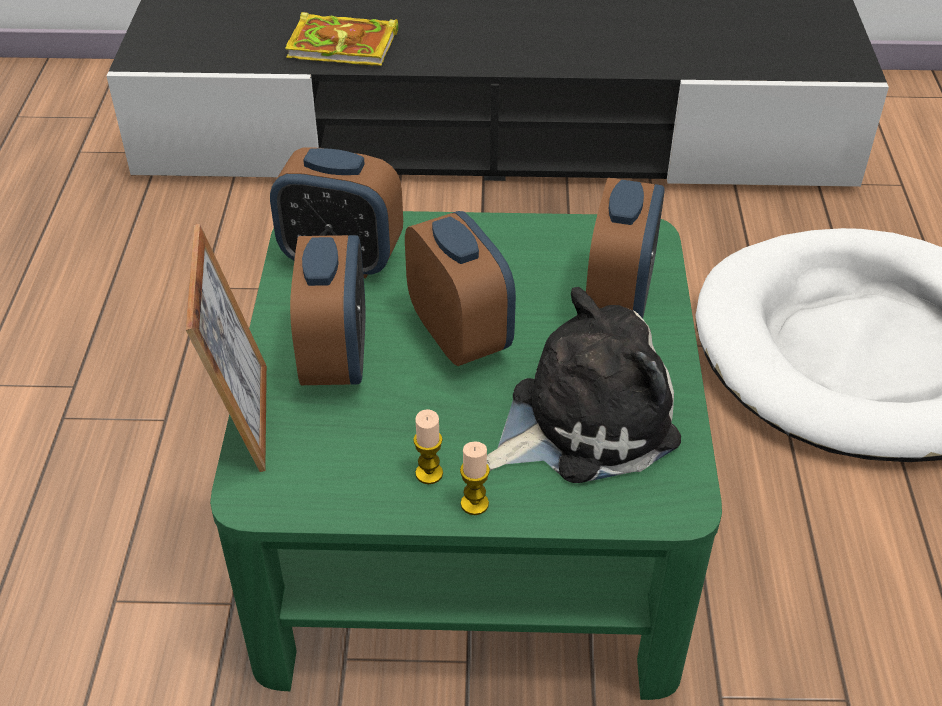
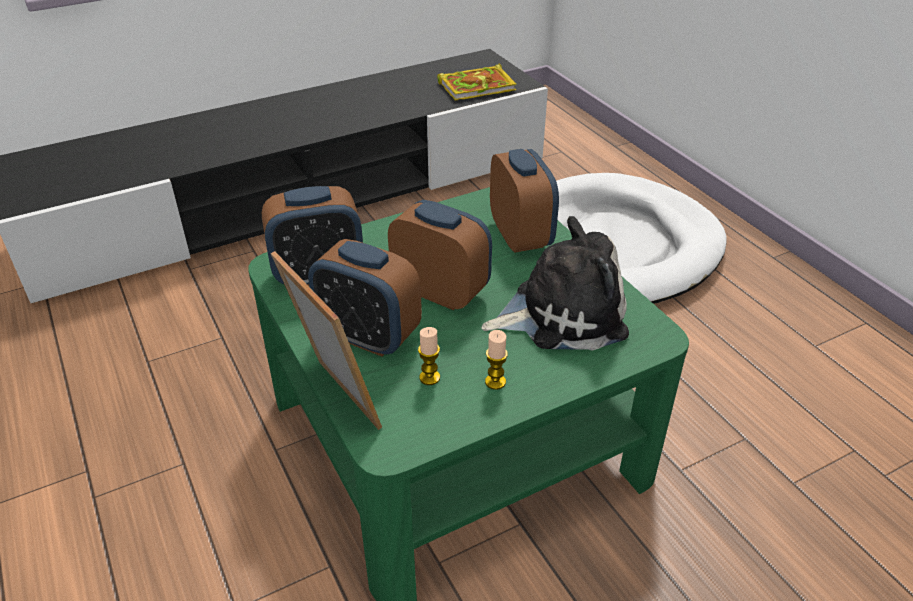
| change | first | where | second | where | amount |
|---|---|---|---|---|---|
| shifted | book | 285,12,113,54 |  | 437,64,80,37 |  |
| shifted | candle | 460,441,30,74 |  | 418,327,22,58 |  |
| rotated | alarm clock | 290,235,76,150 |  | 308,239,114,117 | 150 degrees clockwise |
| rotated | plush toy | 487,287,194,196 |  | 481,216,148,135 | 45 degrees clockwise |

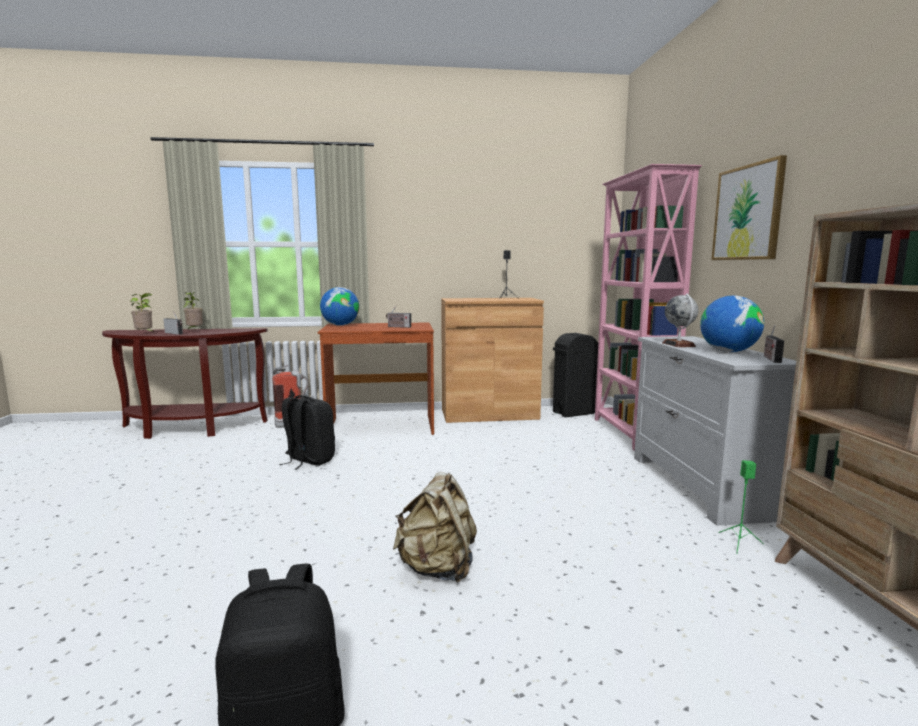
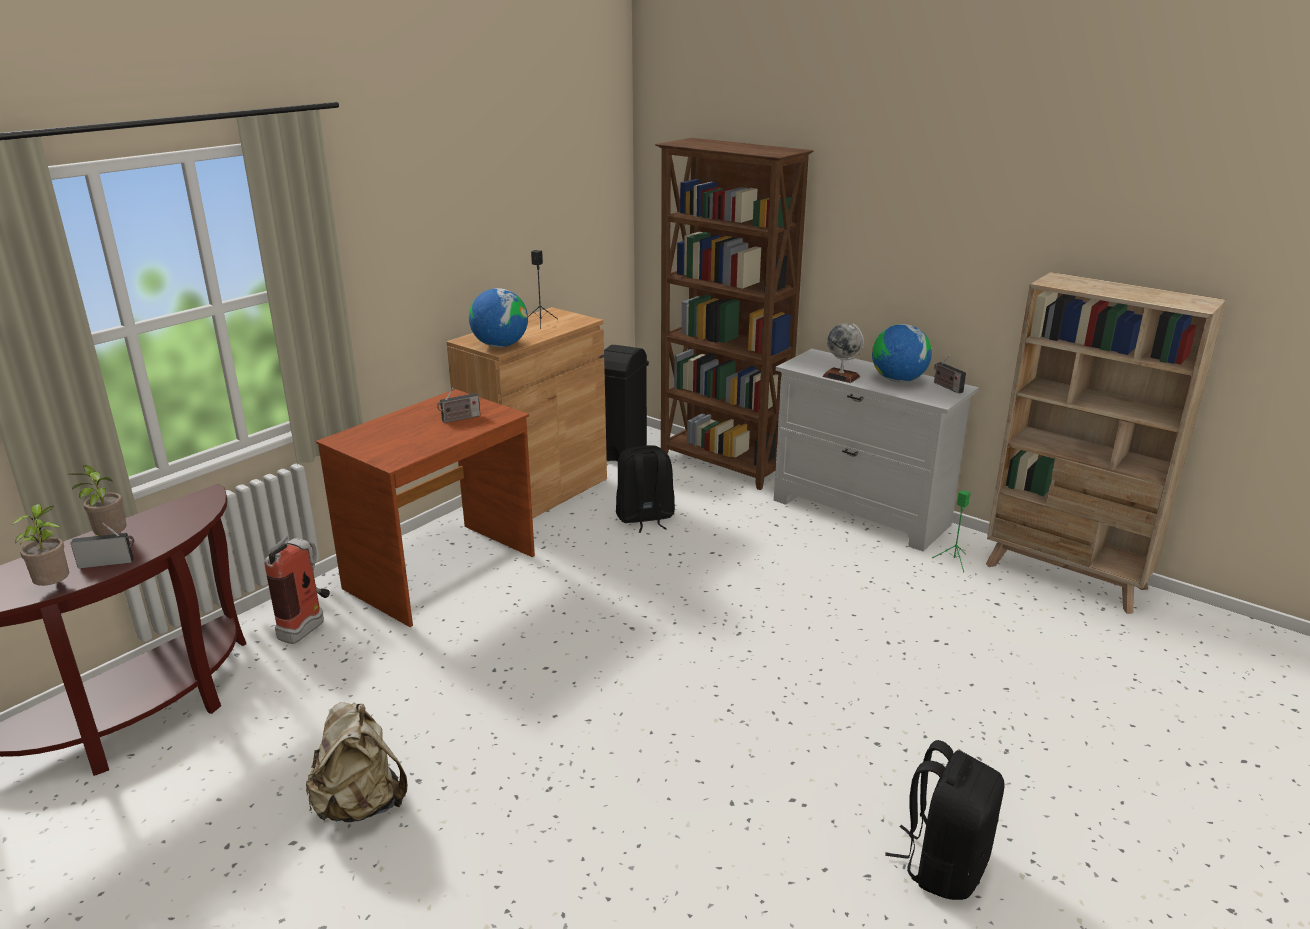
| change | first | where | second | where | amount |
|---|---|---|---|---|---|
| gone | picture | 712,155,75,105 |  |  |  |
| shifted | black backpack | 279,395,56,75 |  | 616,445,59,88 |  |
| shifted | globe | 320,287,39,39 |  | 469,288,59,60 |  |
| shifted | beige backpack | 393,472,84,111 |  | 306,702,102,120 |  |
| repainted | pink bookcase | 595,164,107,287 | brown bookcase | 655,138,158,352 |  |

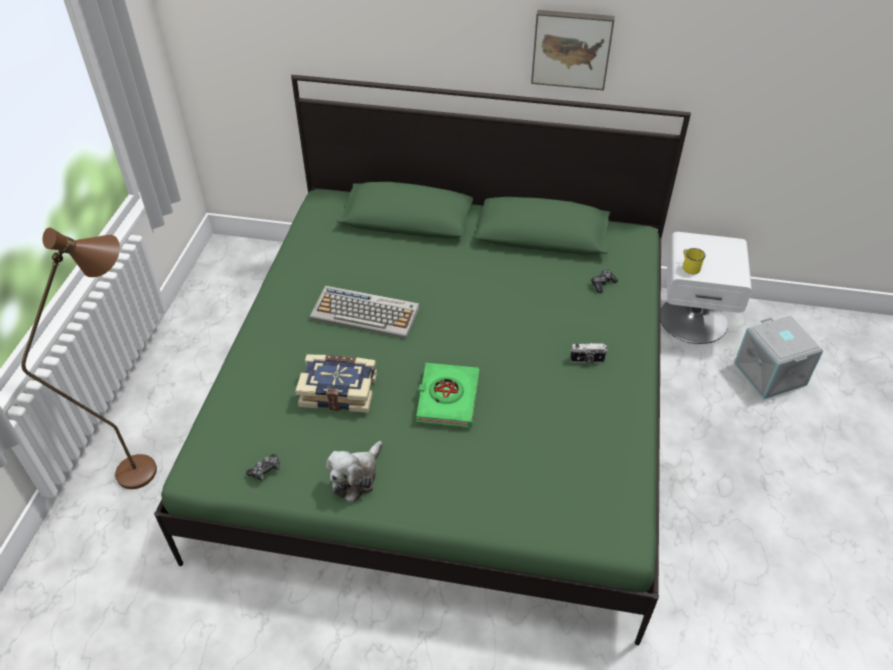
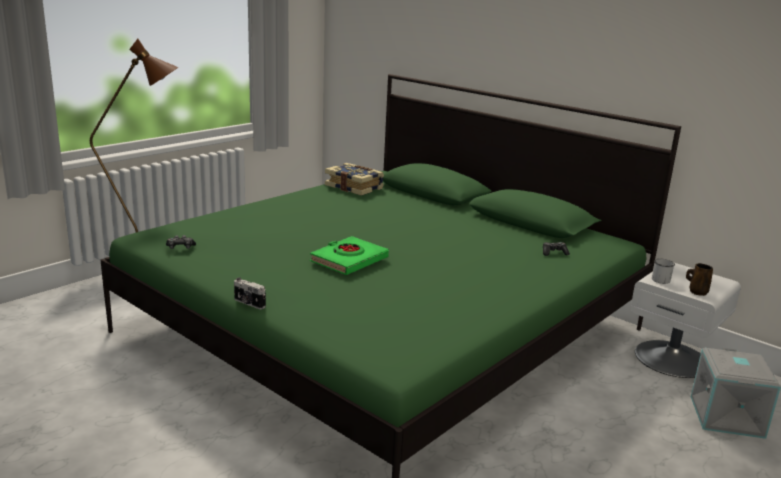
| change | first | where | second | where | amount |
|---|---|---|---|---|---|
| gone | keyboard | 310,285,110,54 |  |  |  |
| gone | plush toy | 326,441,57,62 |  |  |  |
| gone | picture | 531,10,84,80 |  |  |  |
| new |  |  | brown mug | 686,263,27,33 |  |
| shifted | book | 295,355,82,58 |  | 325,163,59,33 |  |
| shifted | photo camera | 570,343,37,21 |  | 234,277,32,32 |  |
| repainted | yellow mug | 683,248,23,26 | white mug | 652,259,23,25 |  |

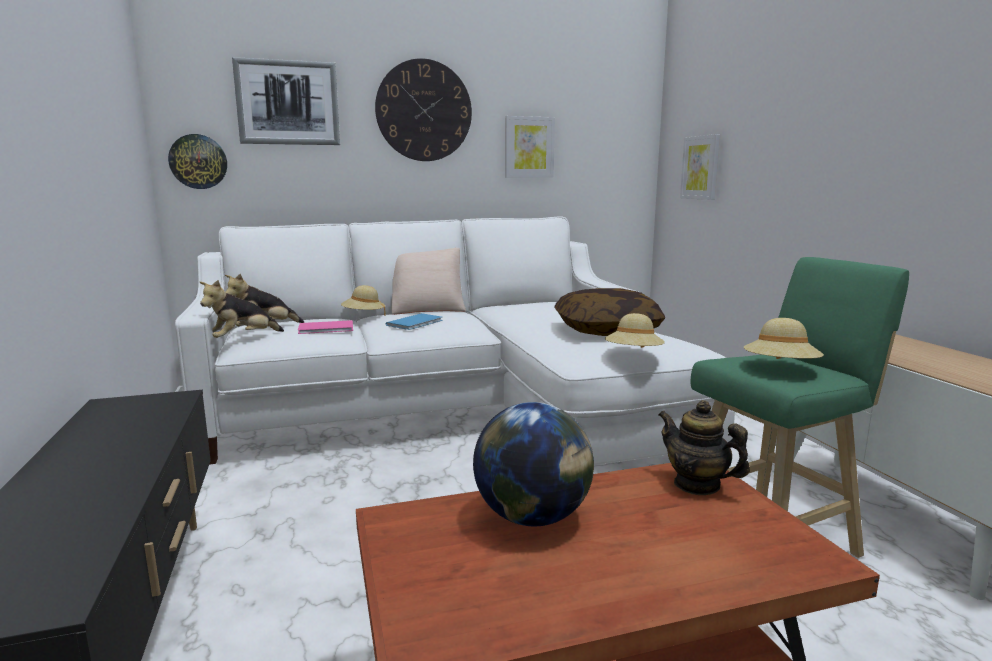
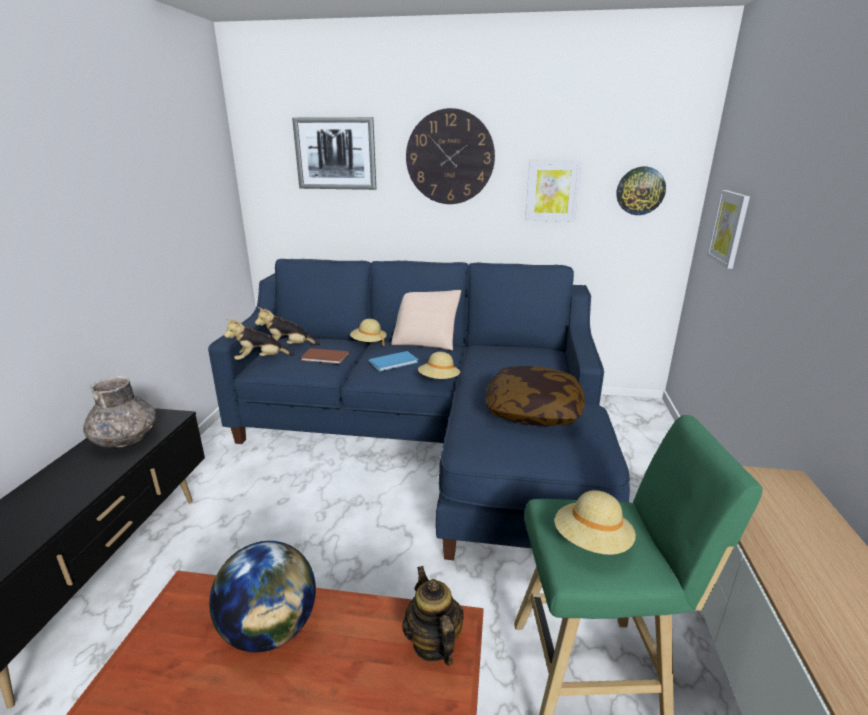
| change | first | where | second | where | amount |
|---|---|---|---|---|---|
| new |  |  | grey vase | 83,376,73,72 |  |
| shifted | wall clock | 168,134,59,55 |  | 616,167,50,48 |  |
| shifted | beige hat | 605,313,60,35 |  | 418,352,42,27 |  |
| repainted | white sofa | 175,216,560,249 | blue sofa | 208,259,422,301 |  |
| repainted | pink book | 298,320,55,14 | brown book | 300,348,49,16 |  |

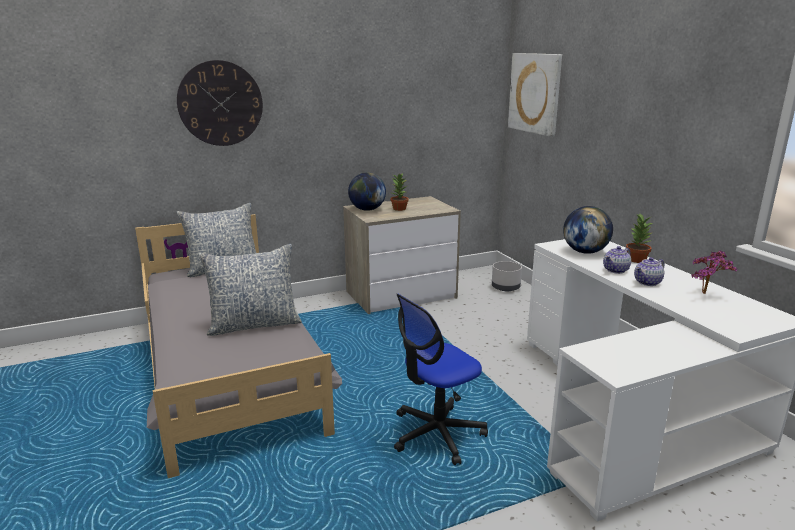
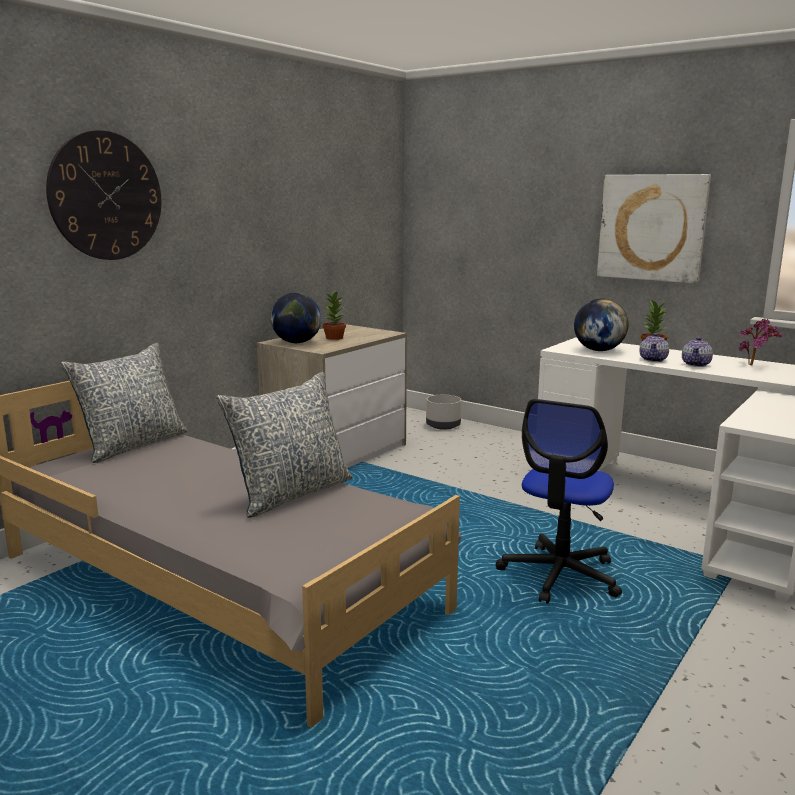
| change | first | where | second | where | amount |
|---|---|---|---|---|---|
| shifted | picture | 508,53,54,84 |  | 597,174,114,110 |  |

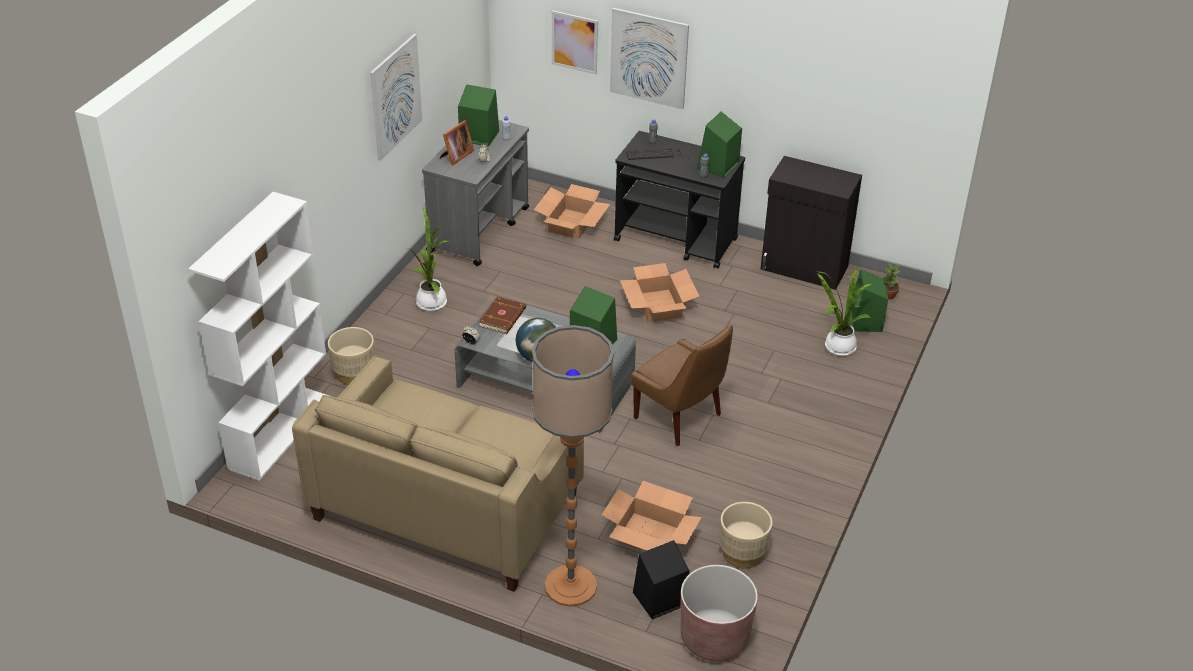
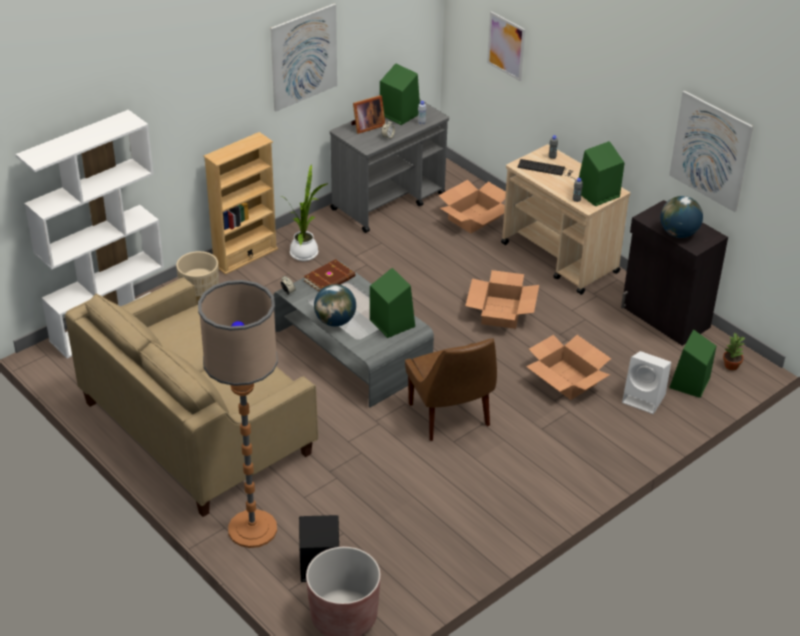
| change | first | where | second | where | amount |
|---|---|---|---|---|---|
| gone | beige planter | 719,502,54,67 |  |  |  |
| new |  |  | beige bookcase | 204,132,74,143 |  |
| new |  |  | globe | 660,196,43,42 |  |
| shifted | cardboard box | 602,481,100,70 |  | 526,335,85,65 |  |
| shifted | picture | 610,8,79,101 |  | 669,91,84,121 |  |
| swapped | potted plant | 817,269,54,87 | white speaker | 622,351,49,63 |  |
| repainted | black cart | 614,131,131,138 | beige cart | 501,144,129,151 |  |

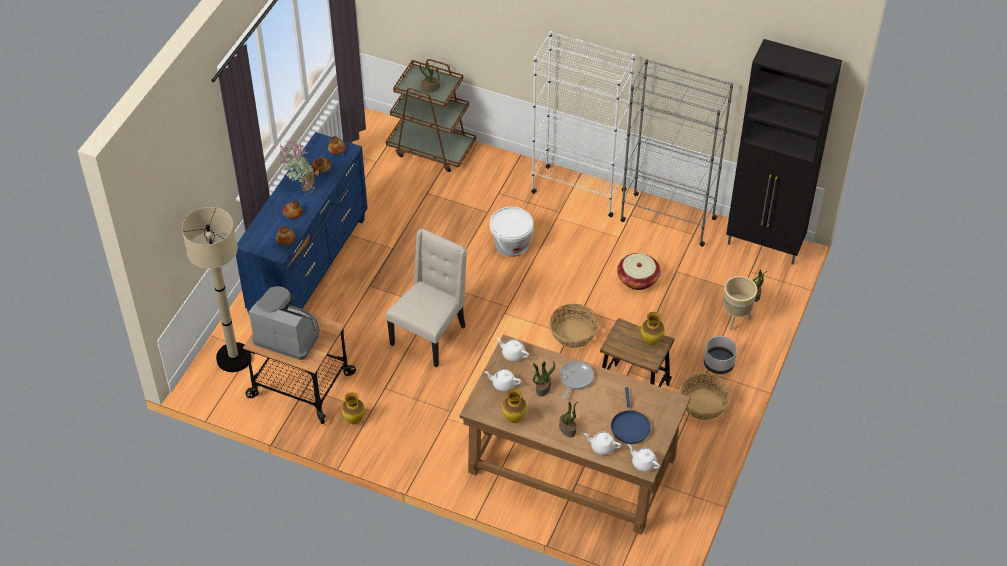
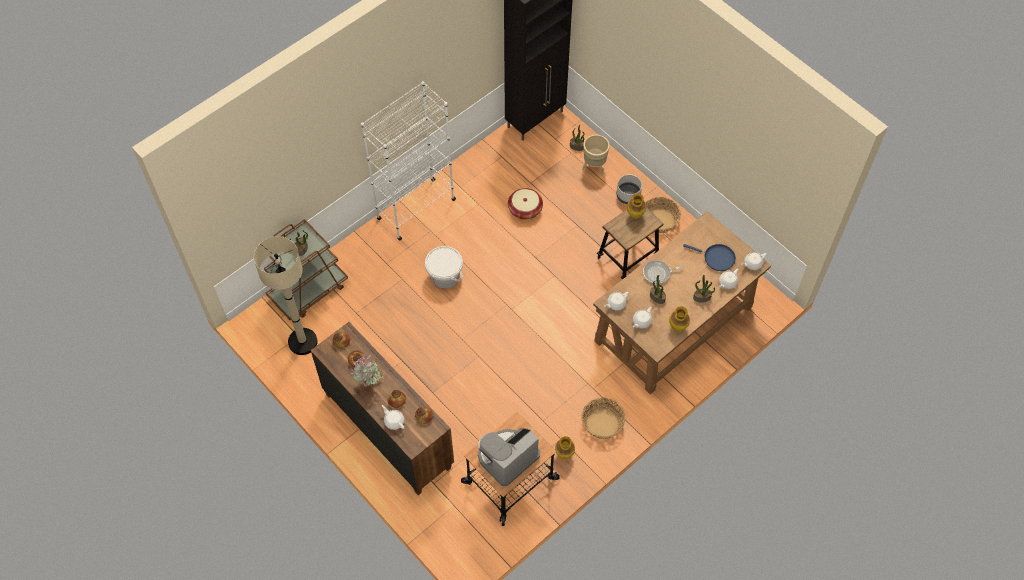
| change | first | where | second | where | amount |
|---|---|---|---|---|---|
| gone | beige chair | 386,229,81,138 |  |  |  |
| gone | grey bookcase | 620,59,113,187 |  |  |  |
| new |  |  | white teapot | 382,405,23,25 |  |
| shifted | beige floor lamp | 182,207,69,165 |  | 254,236,64,119 |  |
| shifted | basket | 549,304,50,44 |  | 581,397,44,42 |  |
| repainted | blue dresser | 236,132,132,181 | brown dresser | 311,322,143,173 |  |
| rotated | frying pan | 560,361,34,38 |  | 643,260,41,24 | 60 degrees counterclockwise |

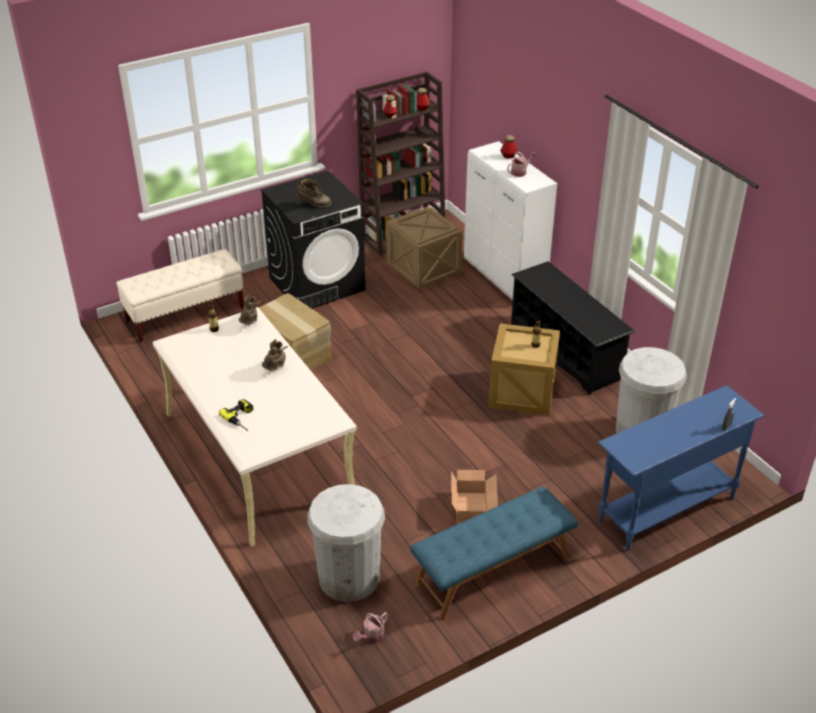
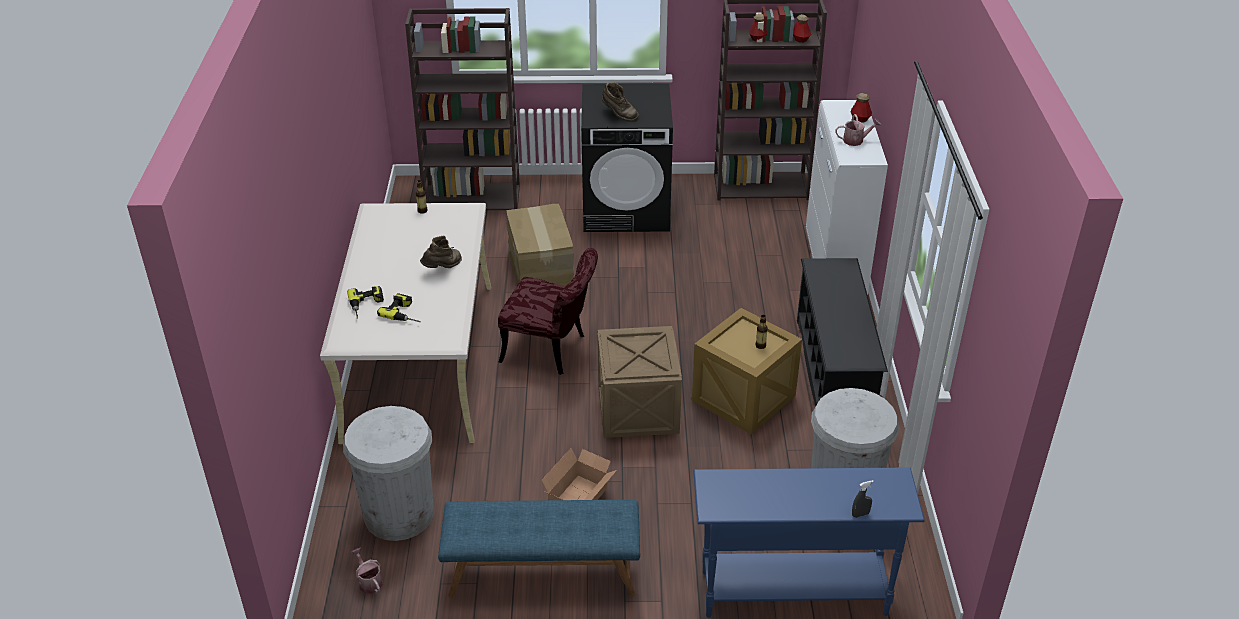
| change | first | where | second | where | amount |
|---|---|---|---|---|---|
| gone | brown boot | 239,295,22,30 |  |  |  |
| new |  |  | power drill | 377,293,44,29 |  |
| new |  |  | red chair | 498,248,100,127 |  |
| shifted | crate | 386,206,76,83 |  | 598,326,84,112 |  |
| swapped | beige bench | 117,249,127,94 | brown bookcase | 405,8,115,202 |  |
| rotated | watering can | 353,612,35,31 |  | 352,548,31,46 | 75 degrees clockwise |

